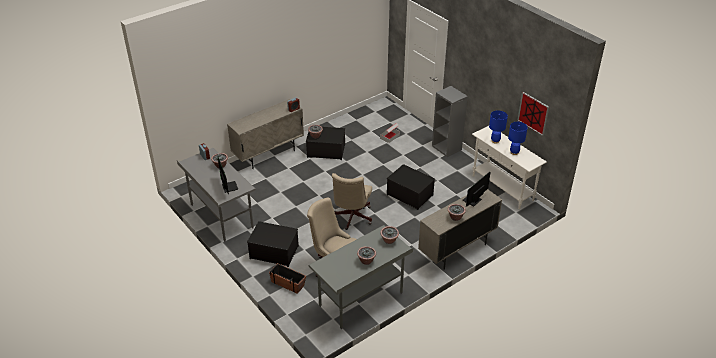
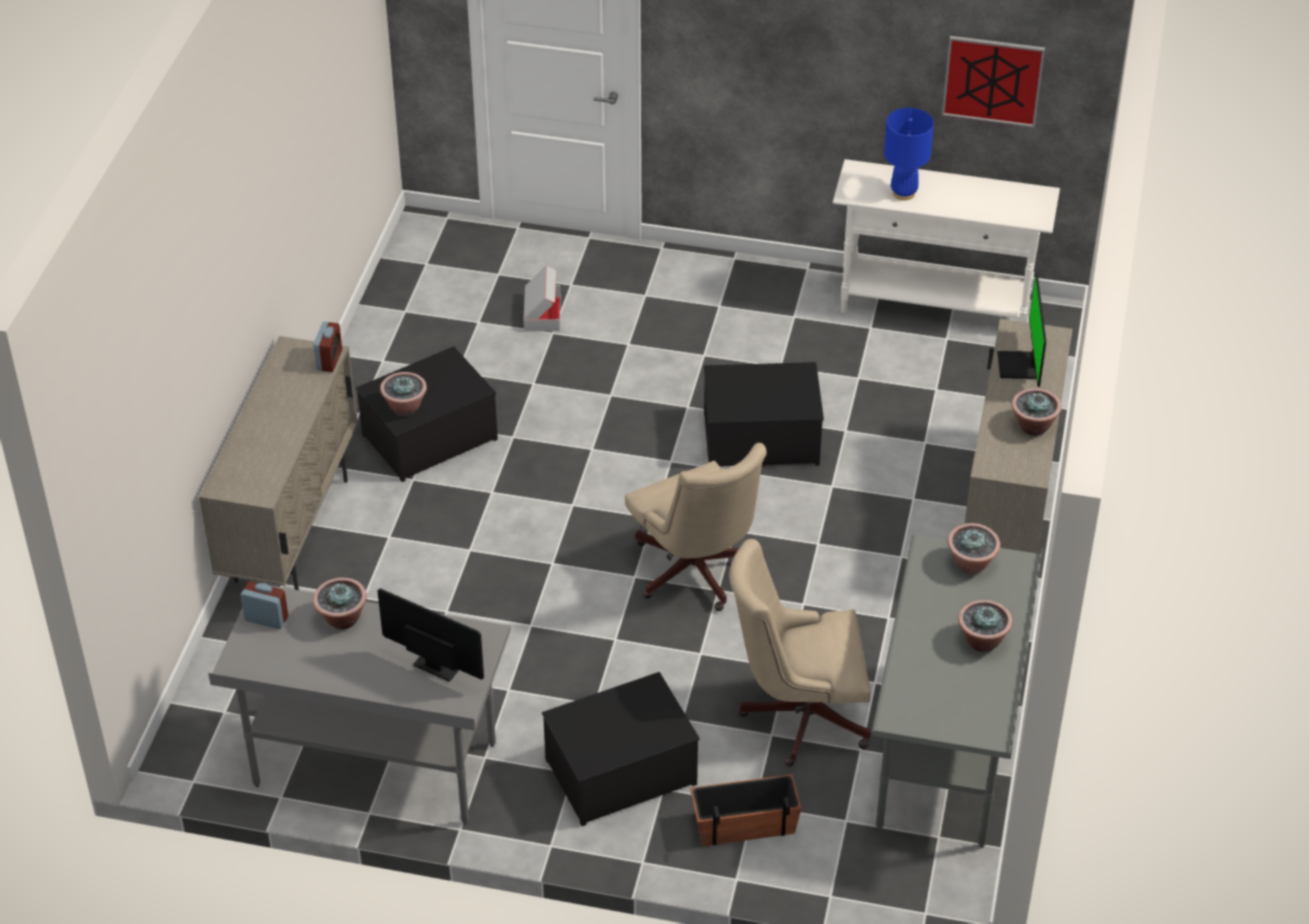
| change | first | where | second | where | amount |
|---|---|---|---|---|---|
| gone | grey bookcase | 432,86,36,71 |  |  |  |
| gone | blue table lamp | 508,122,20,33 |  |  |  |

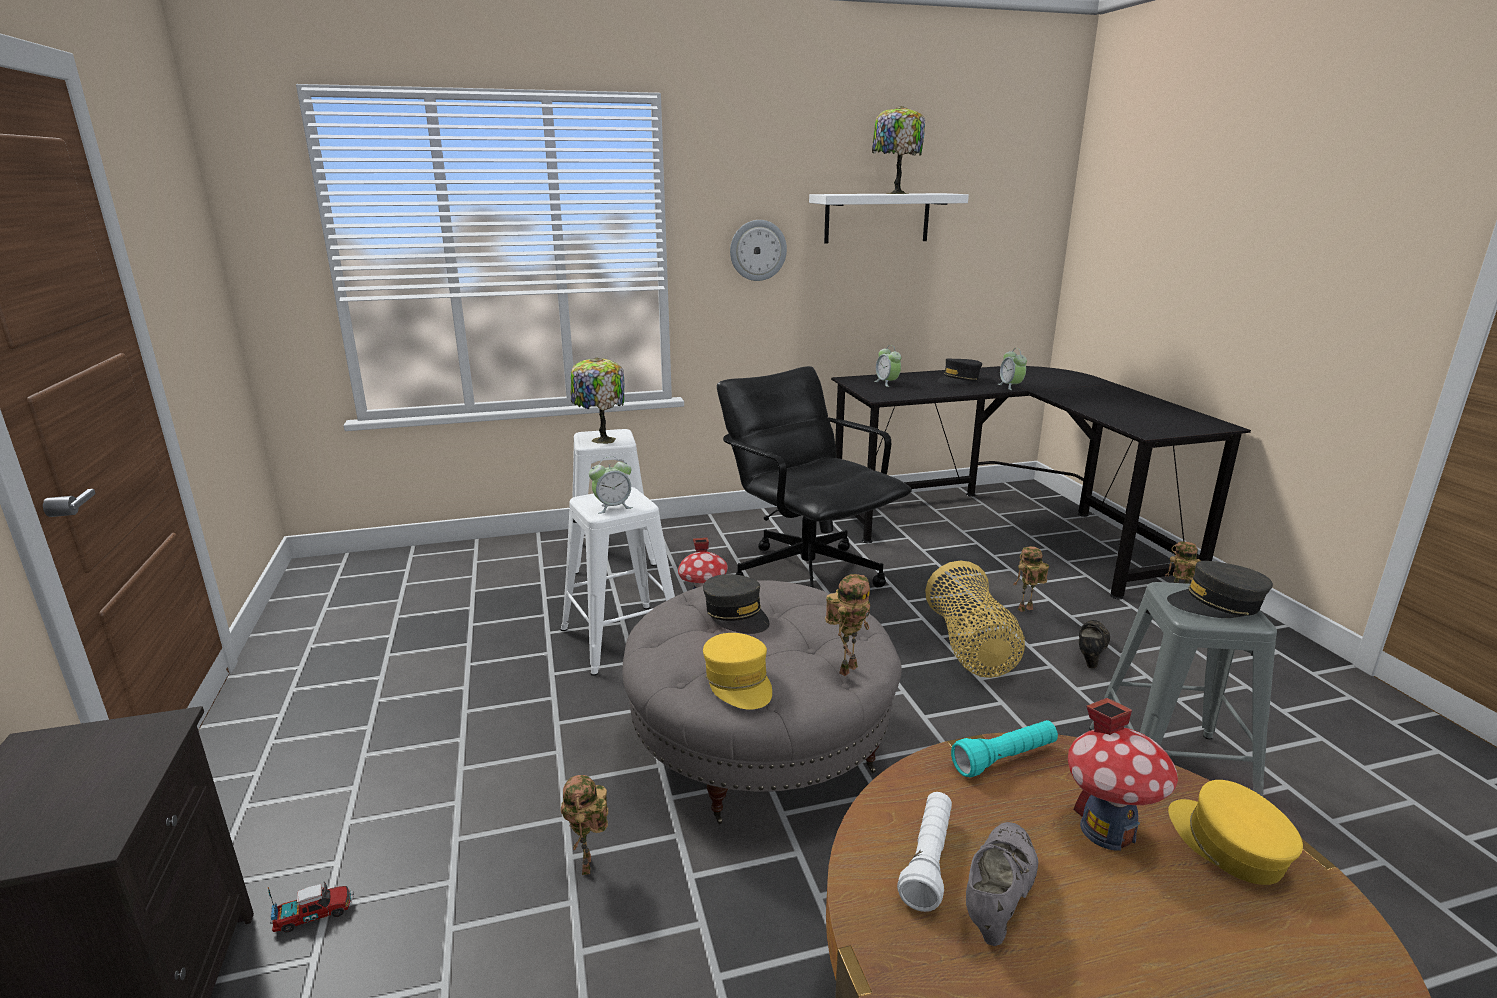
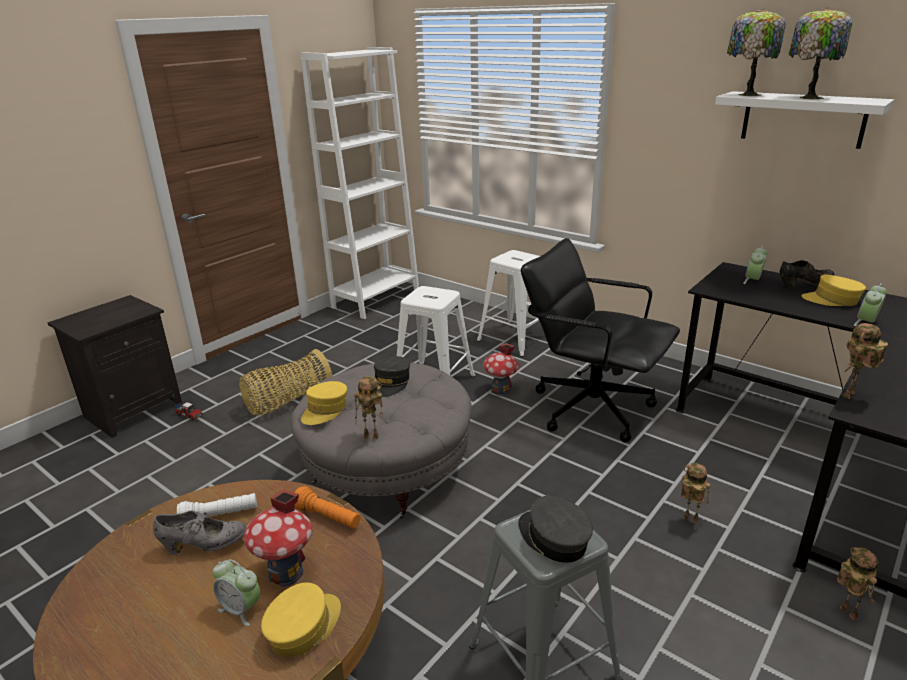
| change | first | where | second | where | amount |
|---|---|---|---|---|---|
| gone | wall clock | 730,220,57,61 |  |  |  |
| new |  |  | white bookcase | 300,47,119,272 |  |
| shifted | toy robot | 561,775,47,100 |  | 844,323,44,76 |  |
| shifted | table lamp | 570,357,54,87 |  | 727,9,59,87 |  |
| shifted | alarm clock | 589,456,44,58 |  | 213,559,47,67 |  |
| shifted | basket | 925,561,100,117 |  | 239,349,93,66 |  |
| shifted | black shoe | 1079,620,31,48 |  | 780,260,55,29 |  |
| repainted | black cap | 937,358,45,26 | yellow cap | 801,274,65,32 |  |
| repainted | turquoise flashlight | 951,720,107,57 | orange flashlight | 294,486,66,42 |  |
| rotated | black office chair | 717,366,195,222 |  | 521,238,159,204 | 75 degrees counterclockwise |

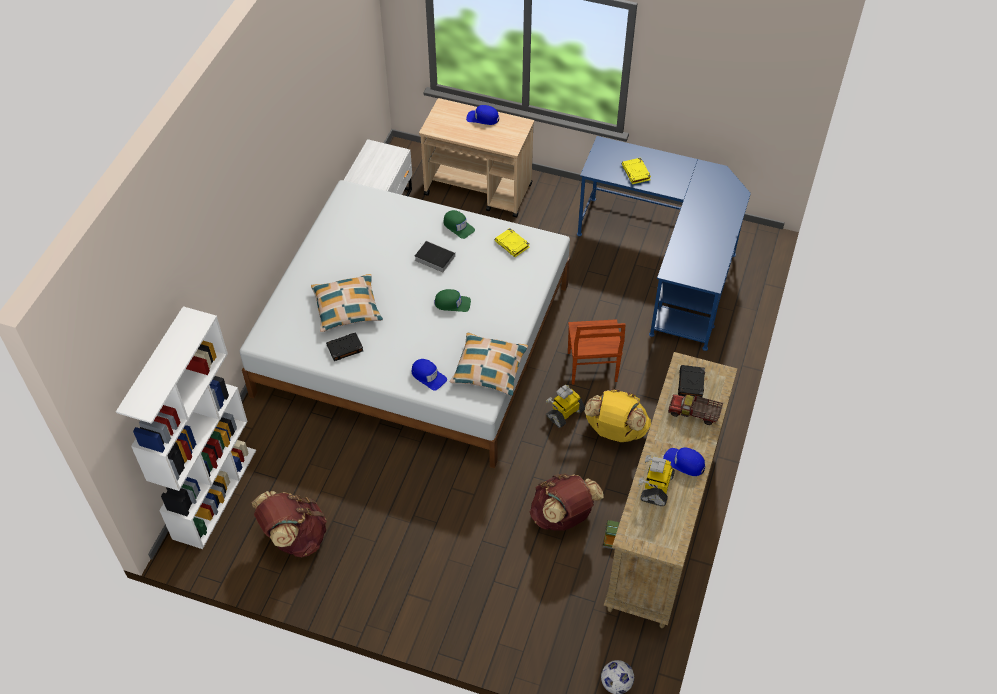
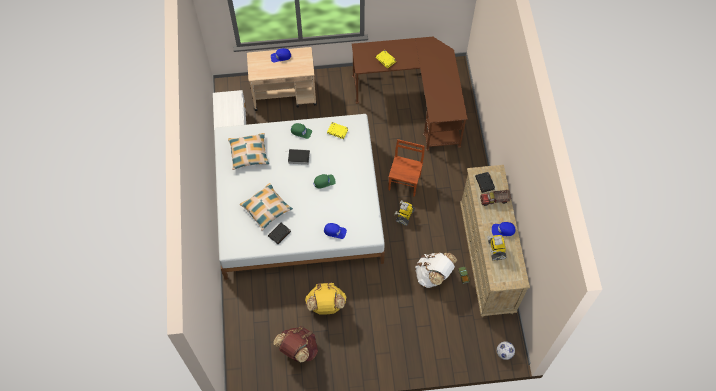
| change | first | where | second | where | amount |
|---|---|---|---|---|---|
| gone | white bookcase | 116,306,140,243 |  |  |  |
| shifted | pillow | 450,333,78,63 |  | 228,133,41,37 |  |
| shifted | yellow backpack | 584,388,67,54 |  | 305,282,42,33 |  |
| repainted | brown backpack | 530,473,74,58 | white backpack | 415,253,42,35 |  |
| repainted | blue desk | 577,136,174,215 | brown desk | 352,37,116,114 |  |
| rotated | brown chair | 568,319,58,66 |  | 389,139,36,58 | 135 degrees counterclockwise |

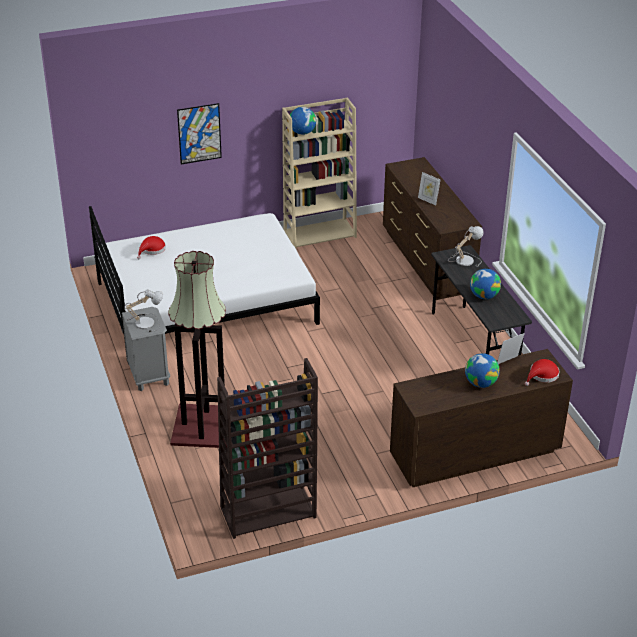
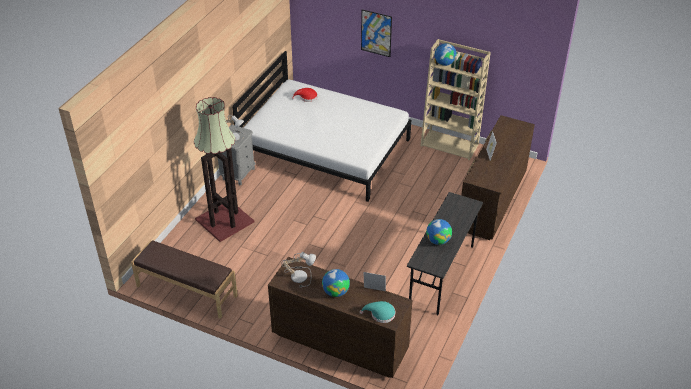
| change | first | where | second | where | amount |
|---|---|---|---|---|---|
| shifted | table lamp | 448,226,36,41 |  | 282,252,34,35 |  |
| swapped | brown bookcase | 217,358,101,181 | brown bench | 131,240,107,79 |  |
| repainted | red hat | 525,359,34,27 | turquoise hat | 360,301,35,22 |  |

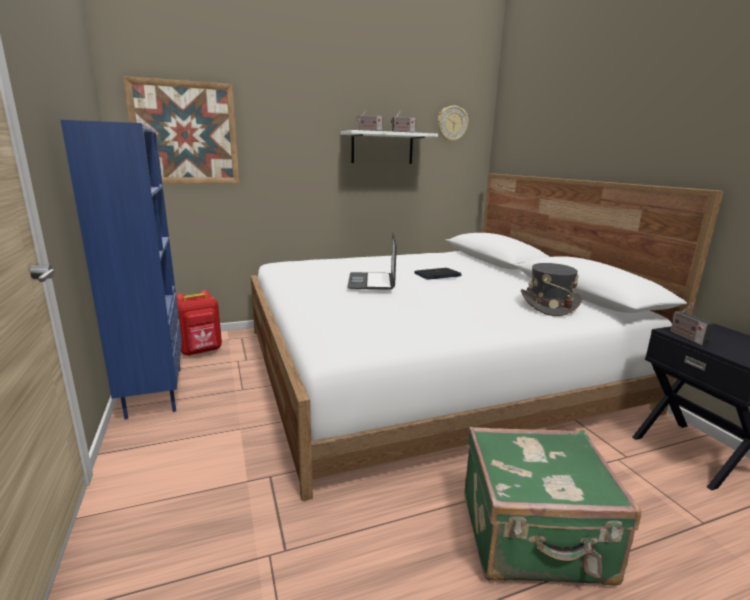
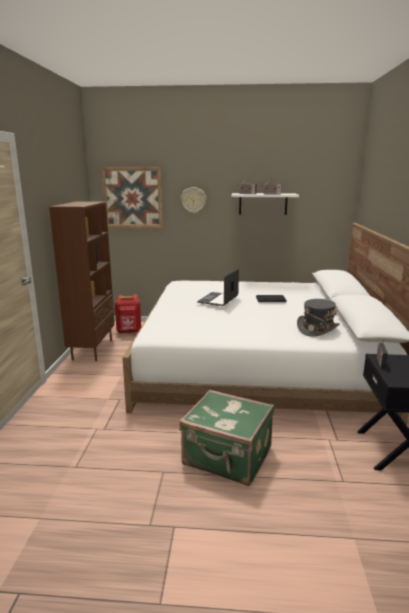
| change | first | where | second | where | amount |
|---|---|---|---|---|---|
| shifted | wall clock | 438,106,31,37 |  | 181,187,25,27 |  |
| repainted | blue bookcase | 60,120,122,300 | brown bookcase | 49,201,66,160 |  |

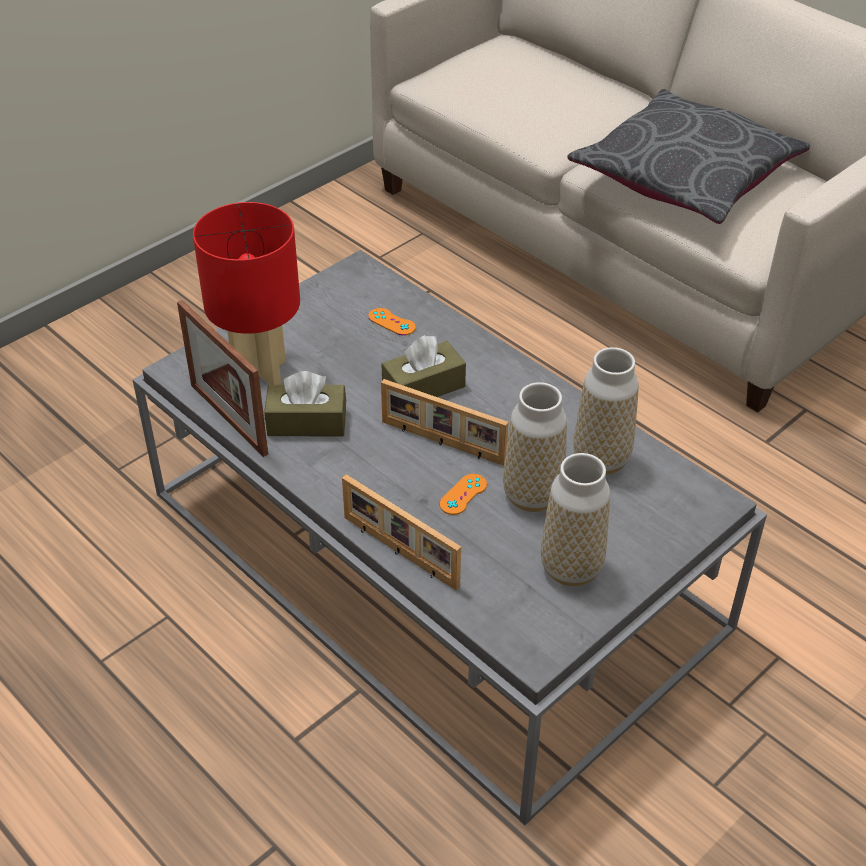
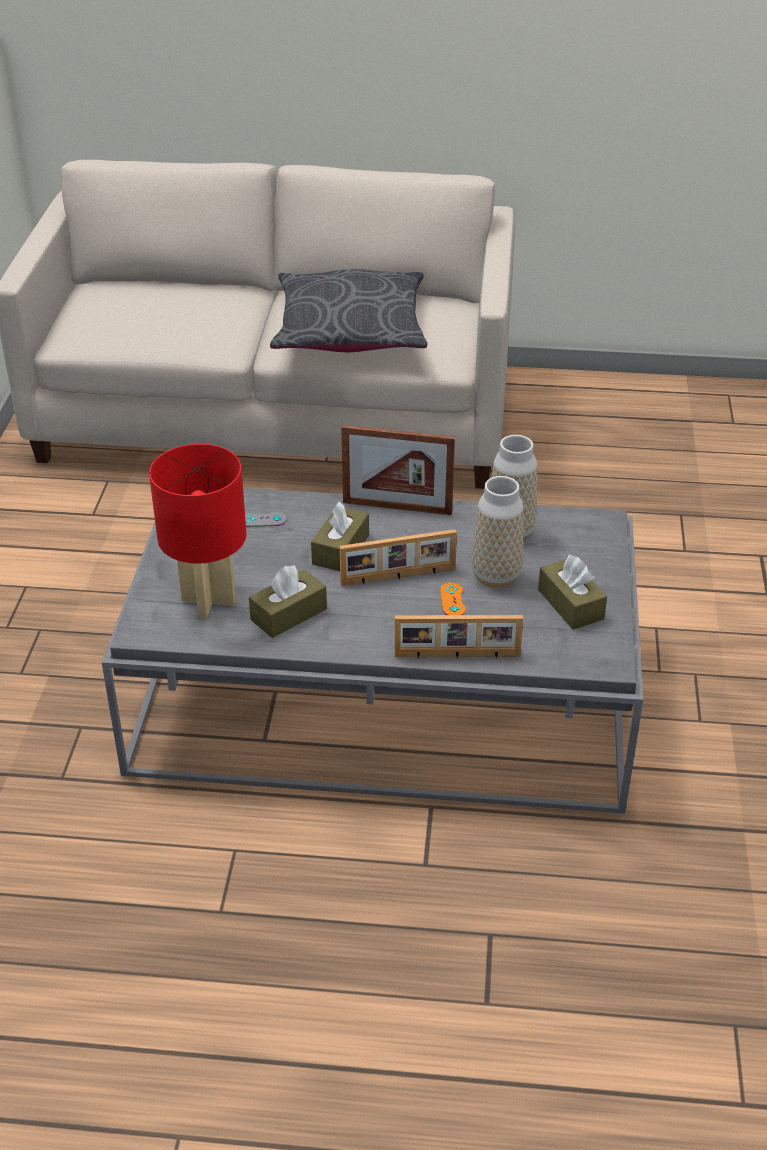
| change | first | where | second | where | amount |
|---|---|---|---|---|---|
| shifted | picture frame | 177,300,91,157 |  | 341,425,114,90 |  |
| swapped | vase | 541,453,69,133 | brown tissue box | 538,555,69,75 |  |
| repainted | orange game controller | 368,308,48,27 | grey game controller | 245,512,42,15 |  |

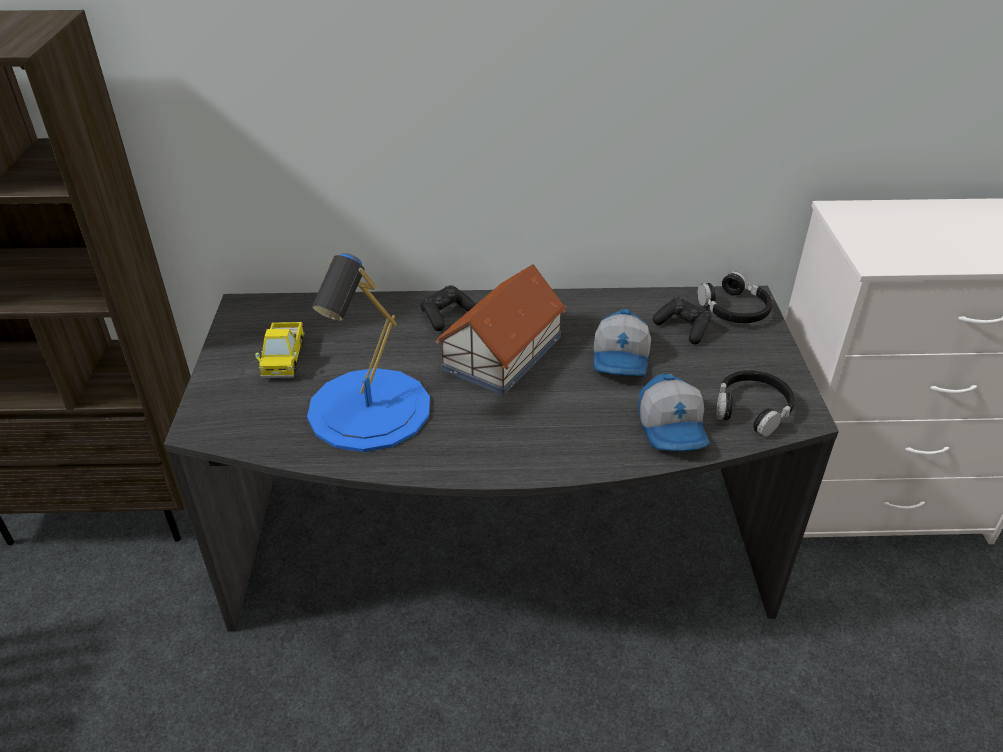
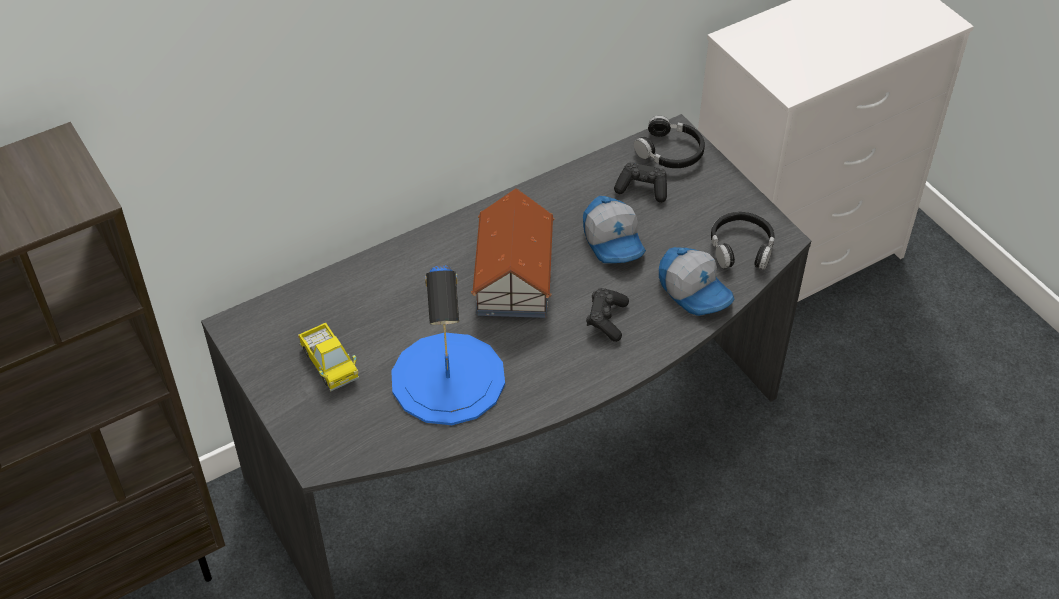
| change | first | where | second | where | amount |
|---|---|---|---|---|---|
| shifted | black game controller | 420,285,55,46 |  | 586,288,43,54 |  |

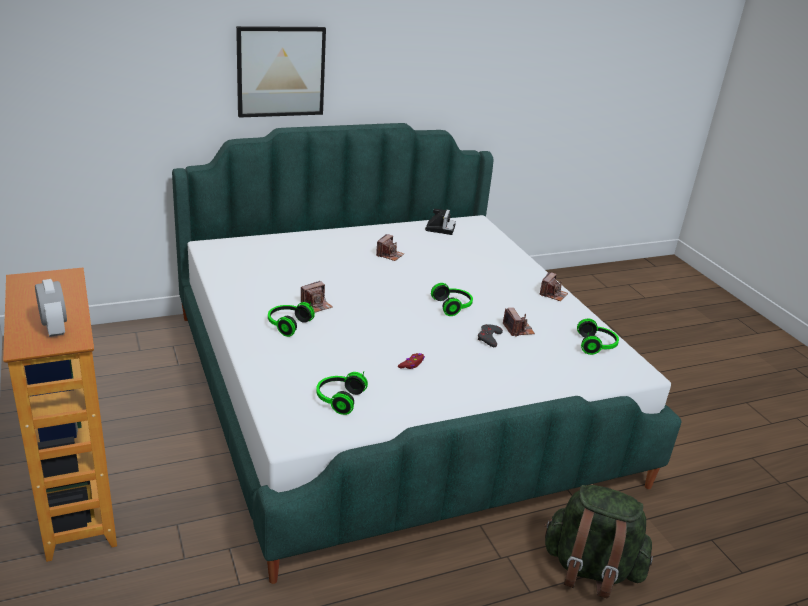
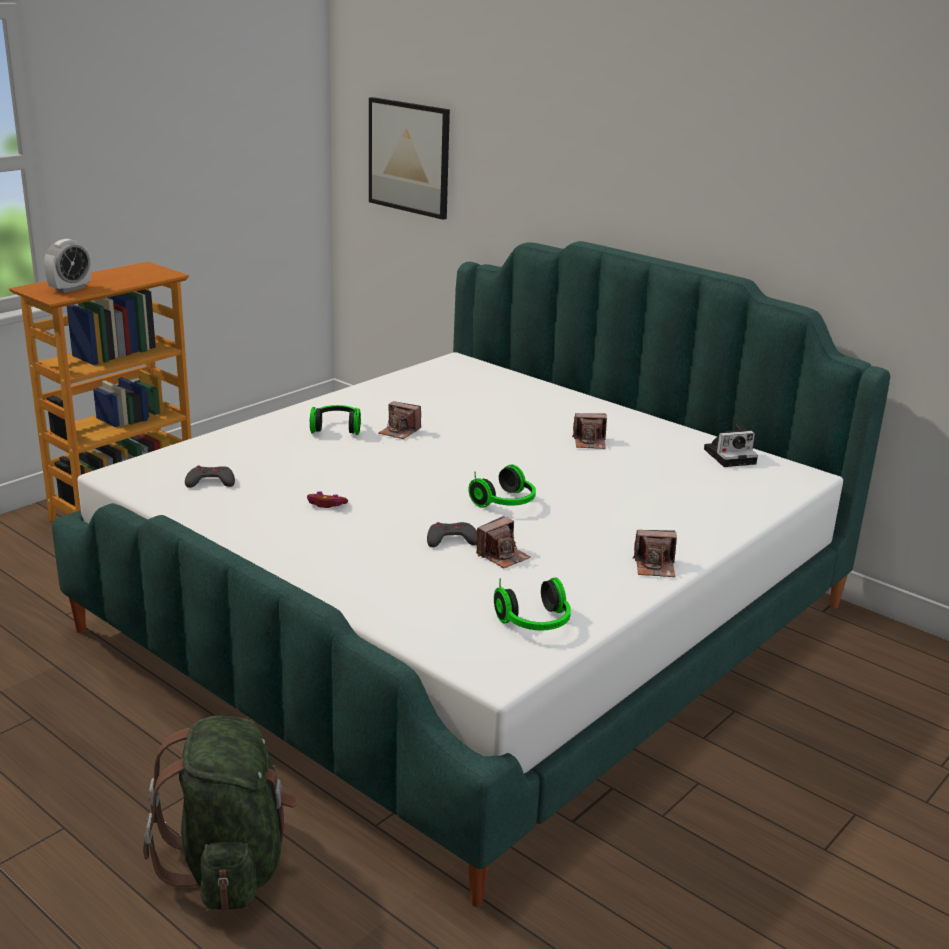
| change | first | where | second | where | amount |
|---|---|---|---|---|---|
| shifted | picture | 236,26,90,92 |  | 369,97,81,123 |  |
| swapped | headphones | 316,371,52,44 | grey game controller | 185,466,50,22 |  |

